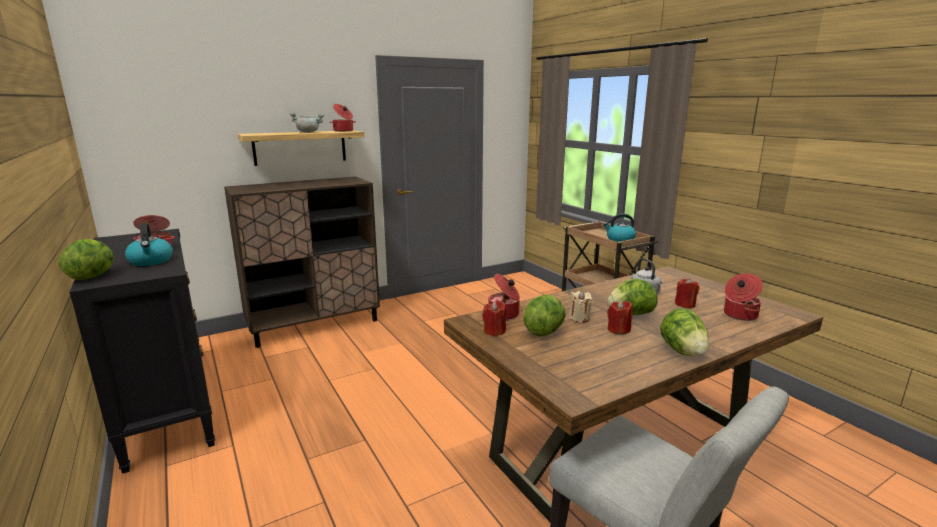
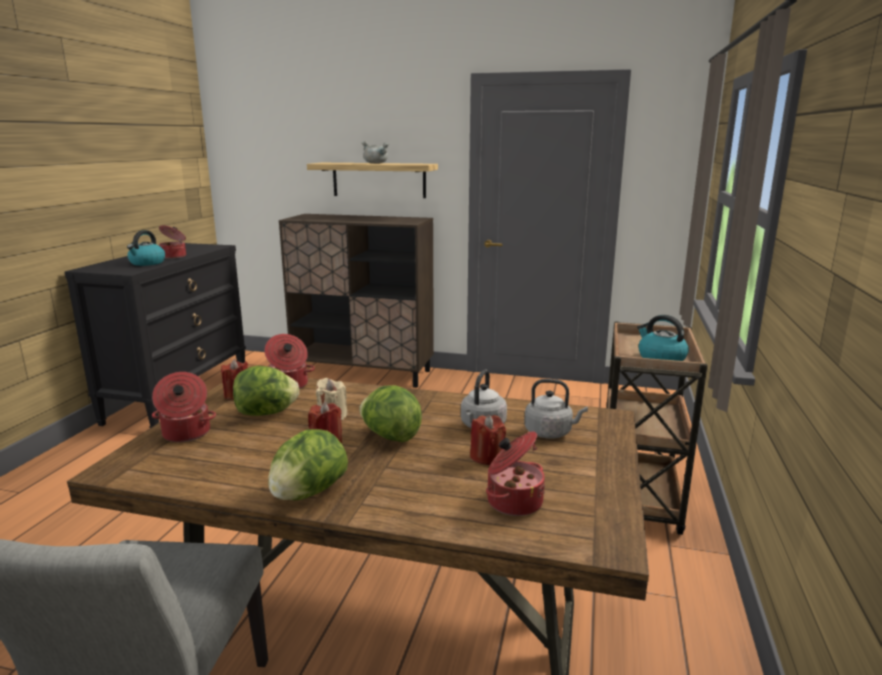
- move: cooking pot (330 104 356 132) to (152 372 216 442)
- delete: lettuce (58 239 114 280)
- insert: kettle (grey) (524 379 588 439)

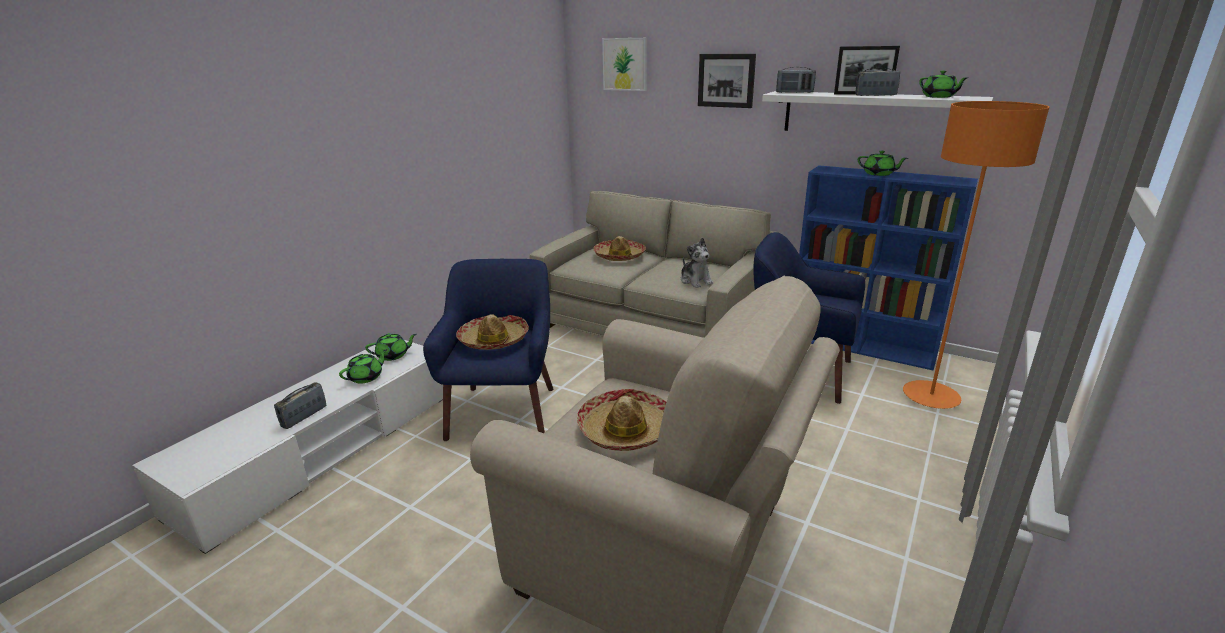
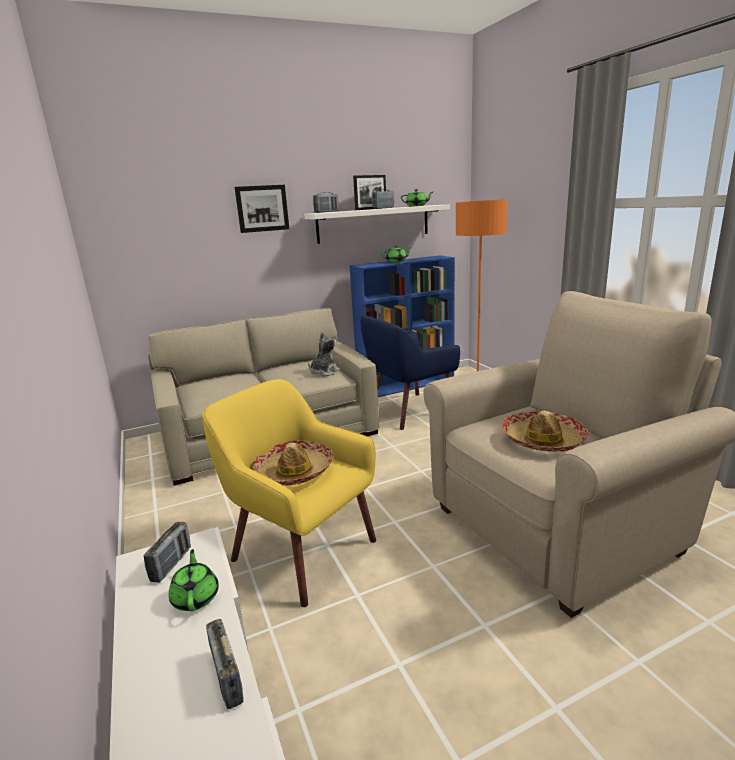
- delete: picture (602 38 647 91)
- delete: hat (593 236 646 261)
- rotate: plush toy (681 237 713 288) = (308 332 340 376) 60 degrees counterclockwise
- recolor: armchair (blue) (423 259 554 441) to armchair (yellow) (202 379 376 607)
- replace: teapot (green) (365 333 417 361) to radio (144 522 191 582)

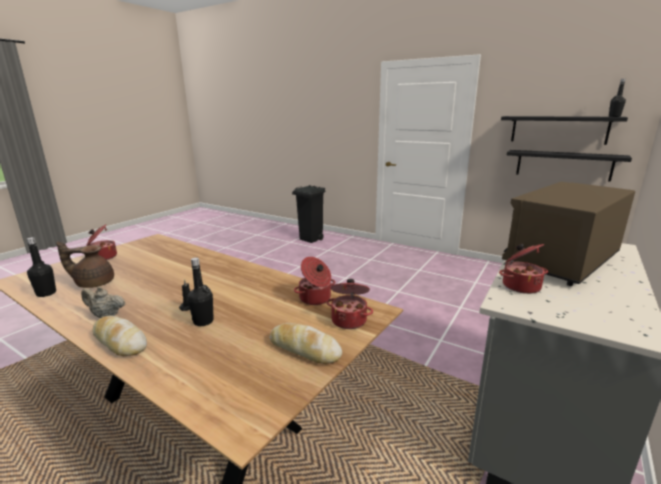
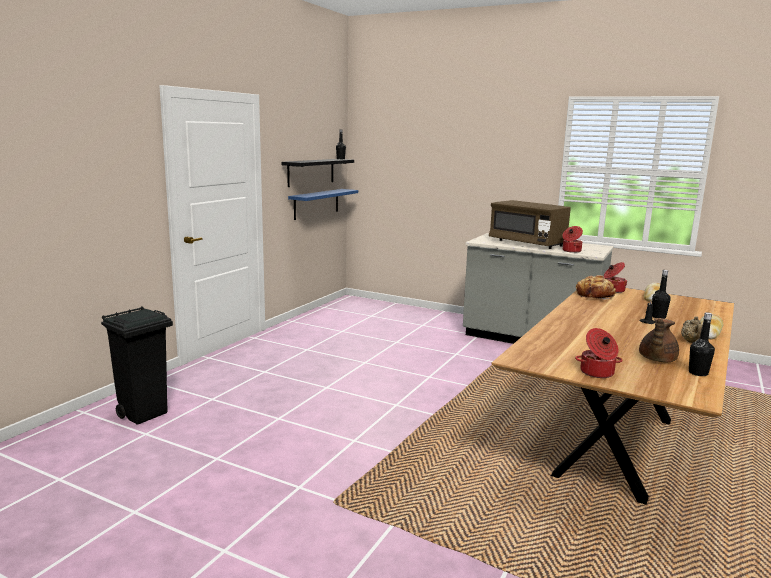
- recolor: shelf (black) (507 150 632 182) to shelf (blue) (288 189 358 220)
- rotate: teapot (brown) (56 242 114 288) = (639 318 679 362) 45 degrees clockwise
- replace: cooking pot (294 257 335 305) to bread (576 275 616 300)

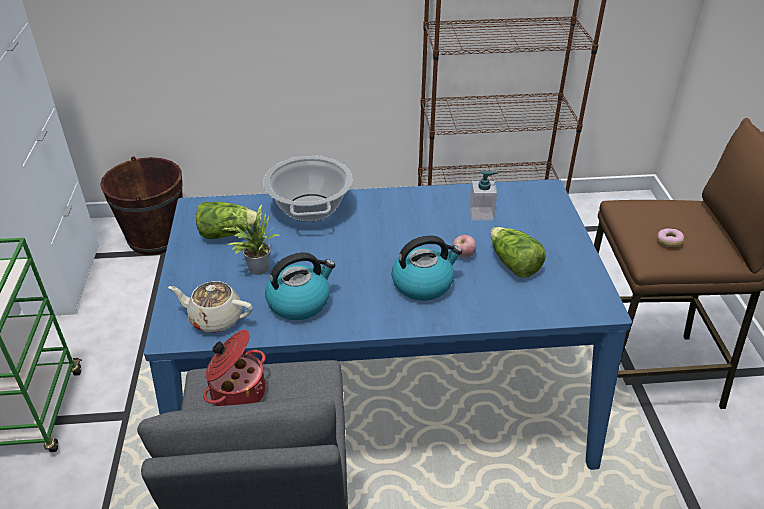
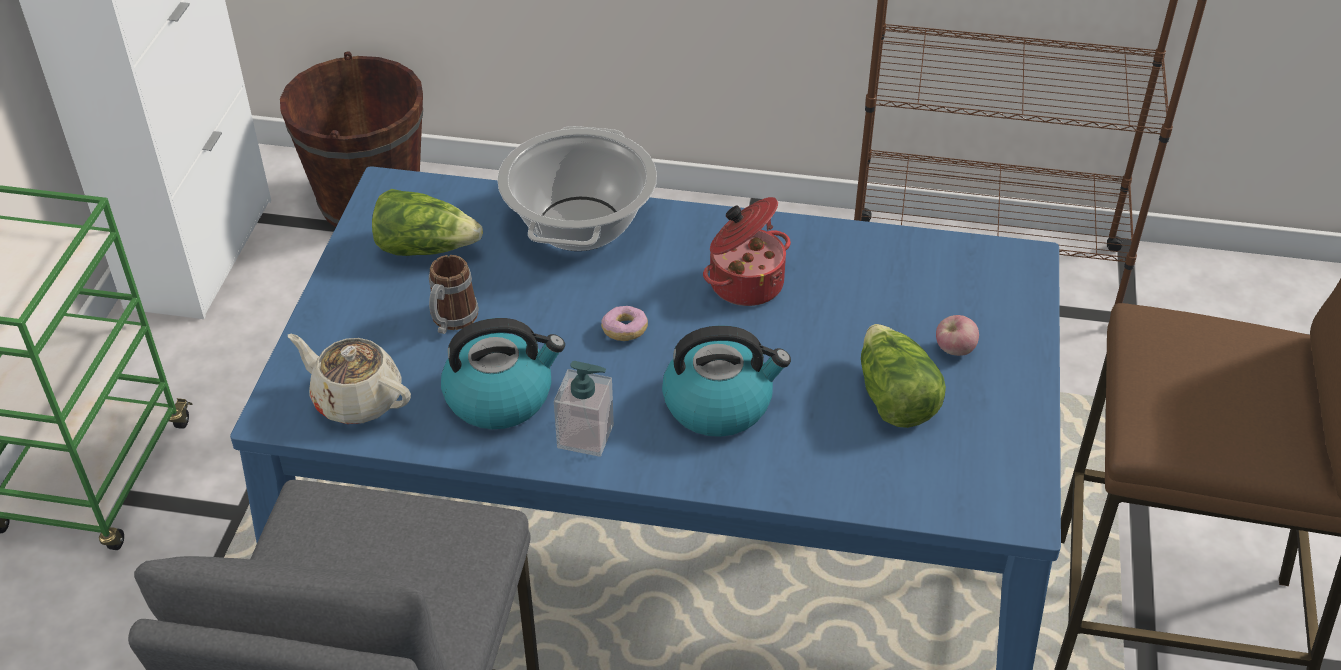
- move: soap dispenser (469 171 498 221) to (554 361 614 457)
- replace: potted plant (224 204 281 275) to mug (429 255 479 334)
- move: donut (657 228 684 247) to (601 306 648 341)
- move: apple (453 235 476 258) to (936 315 979 356)
- move: cooking pot (203 330 266 406) to (703 197 791 306)

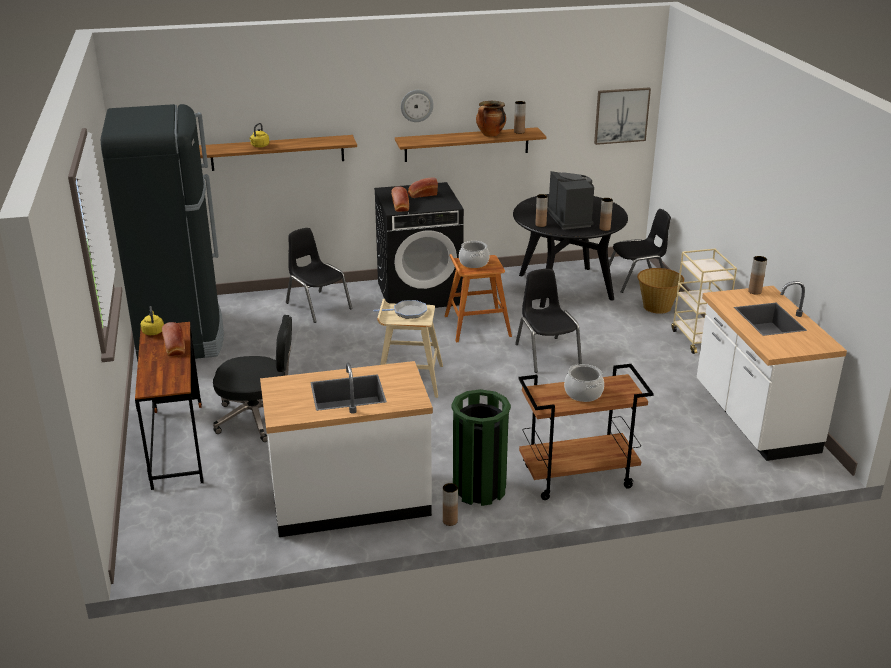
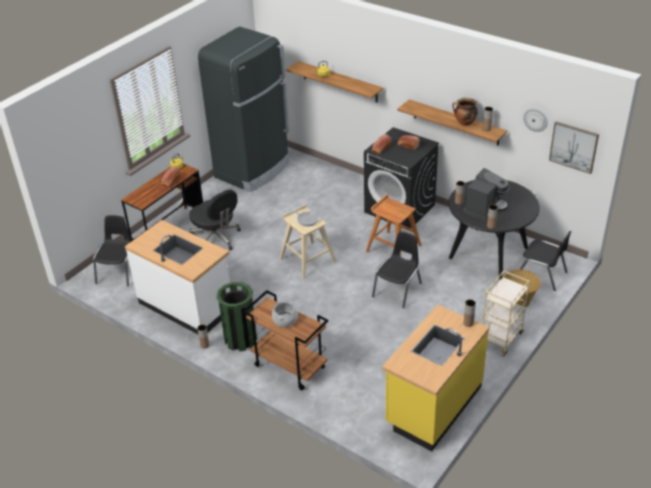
- move: wall clock (401 90 434 122) to (523 108 548 132)
- move: chair (black) (286 228 352 323) to (93 215 131 286)
- delete: cooking pot (459 241 489 268)
- recolor: counter (white) (697 281 847 461) to counter (yellow) (382 305 489 451)

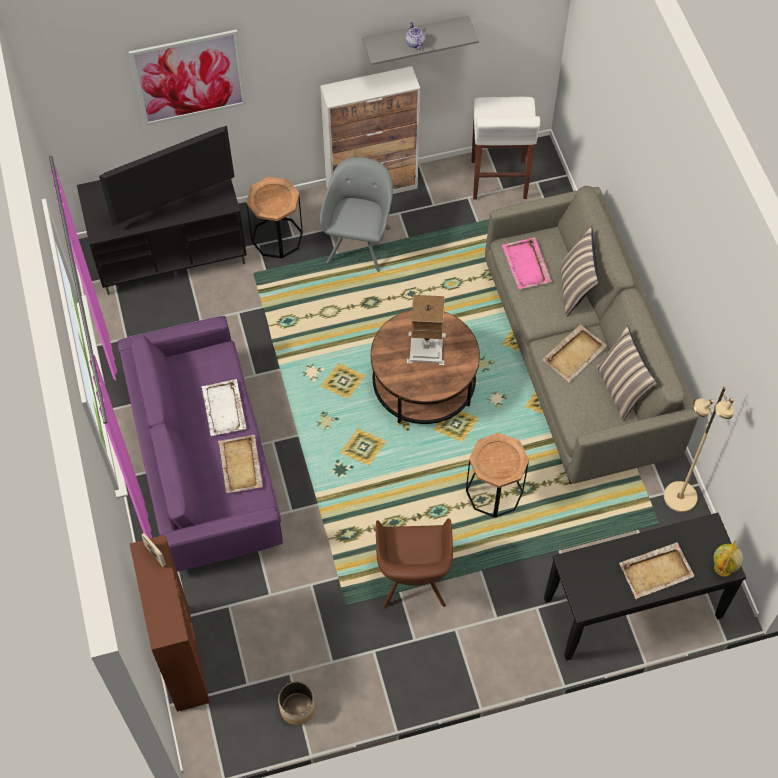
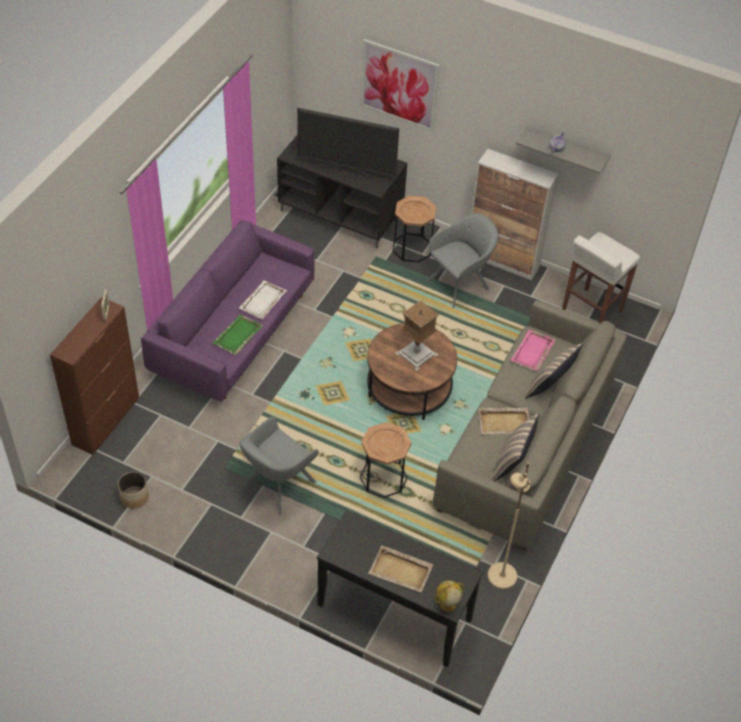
- recolor: tray (beige) (218 435 263 493) to tray (green) (213 314 263 355)
- recolor: armchair (brown) (376 518 453 609) to armchair (grey) (239 417 318 515)

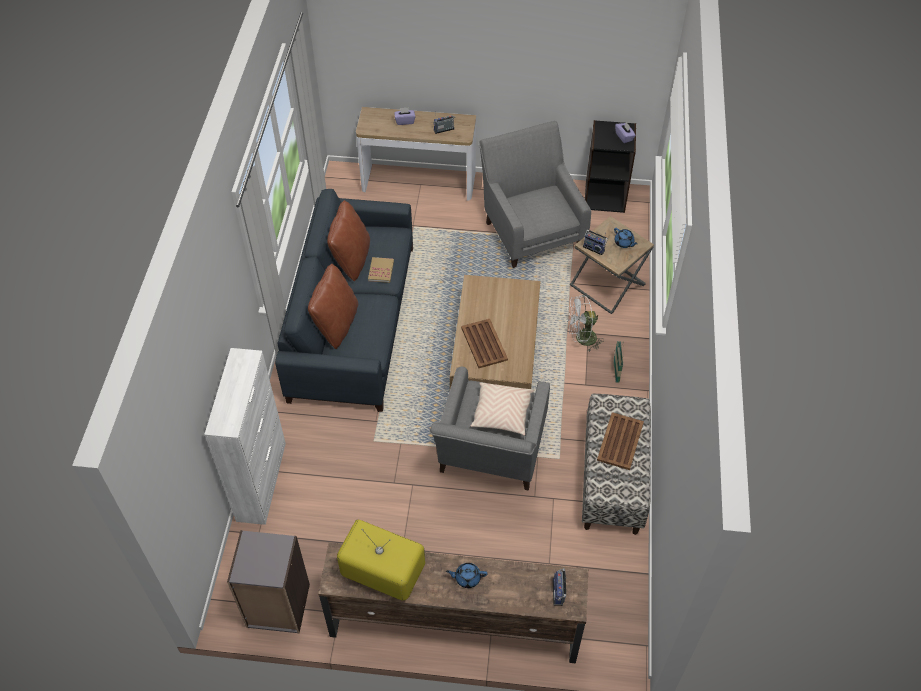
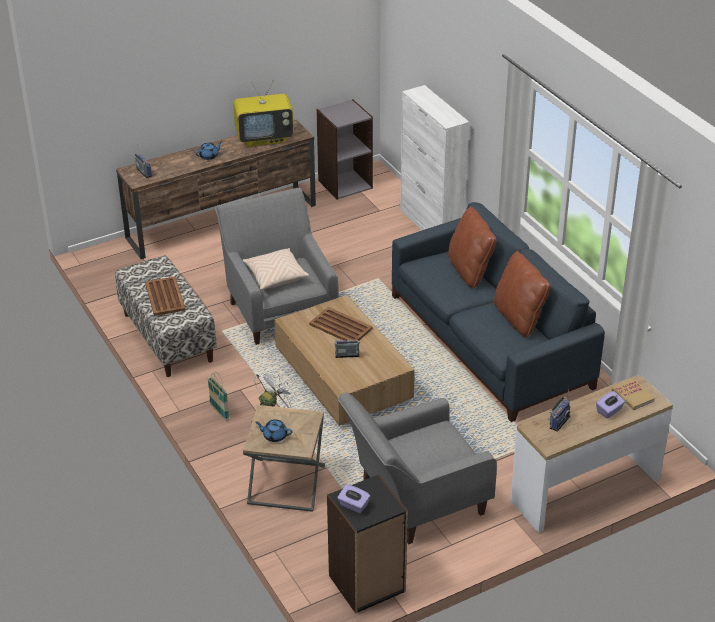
- rotate: armchair (grey) (479 121 591 268) = (338 392 497 545) 120 degrees clockwise
- move: radio (583 230 608 255) to (334 331 360 358)
- move: book (368 257 394 283) to (612 379 655 410)

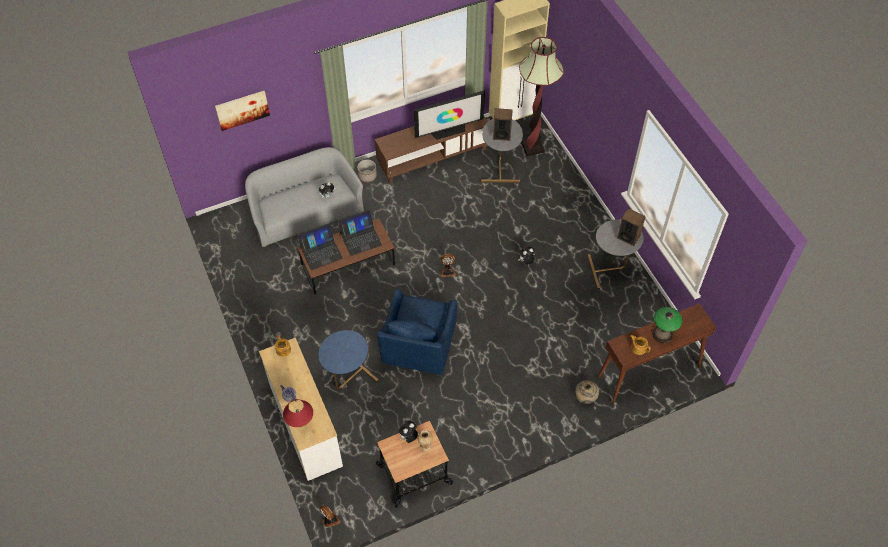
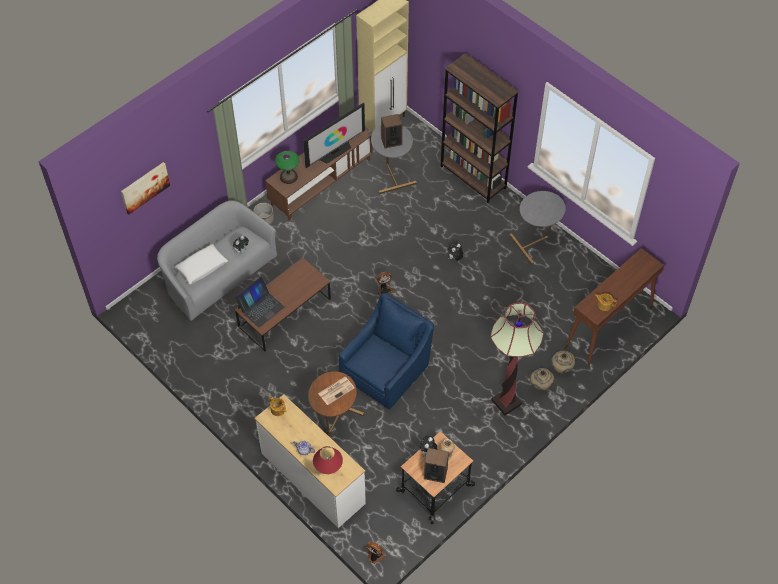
- move: floor lamp (519 37 564 156) to (490 302 544 415)
- move: speaker (617 208 646 246) to (424 448 449 483)
- delete: laptop (338 210 382 256)
- rotate: armchair (blue) (377 289 457 375) = (339 293 434 410) 135 degrees counterclockwise
- move: table lamp (652 307 682 343) to (275 151 300 184)
- recolor: side table (blue) (318 330 379 389) to side table (brown) (308 371 364 434)
- insert: bookcase (brown) (440 53 519 203)
- insert: pillow (white) (174 244 228 284)
- insert: vase (beige) (530 368 554 390)
- insert: newspaper (318 377 355 405)

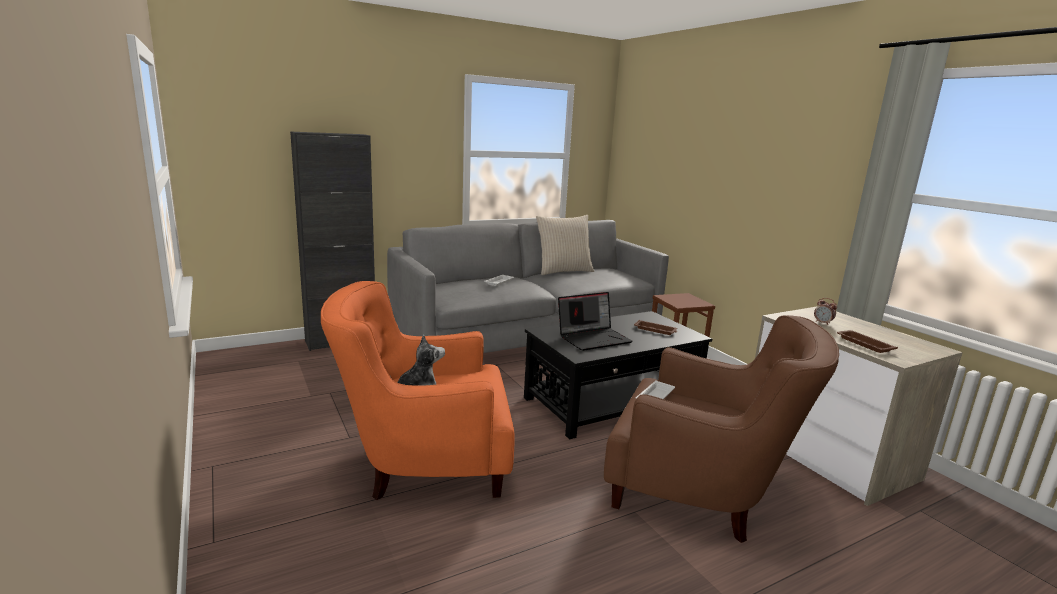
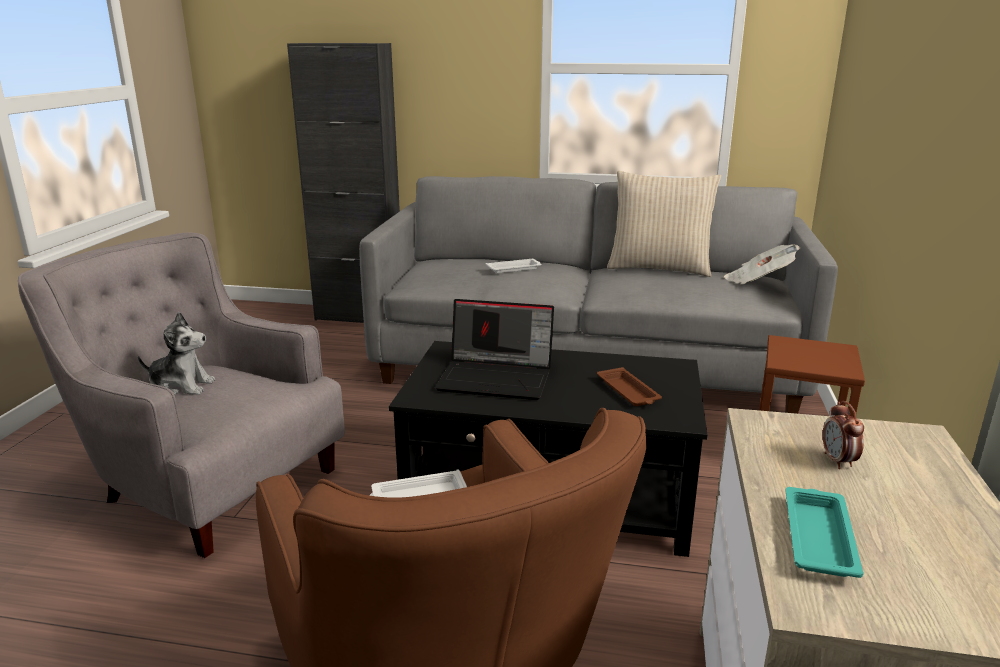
- recolor: armchair (orange) (321 281 515 500) to armchair (grey) (18 233 345 558)
- recolor: tray (brown) (837 330 898 353) to tray (turquoise) (785 487 864 578)
- insert: newspaper (724 245 800 285)

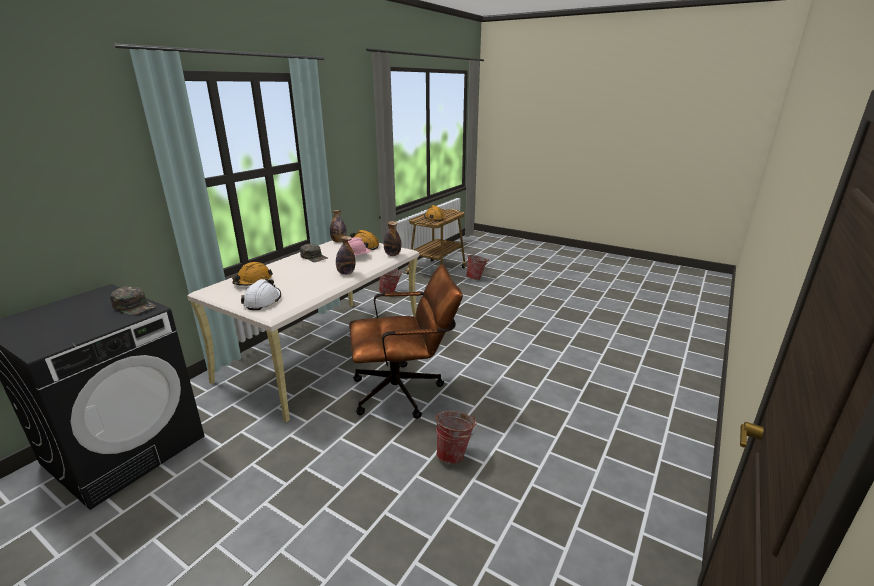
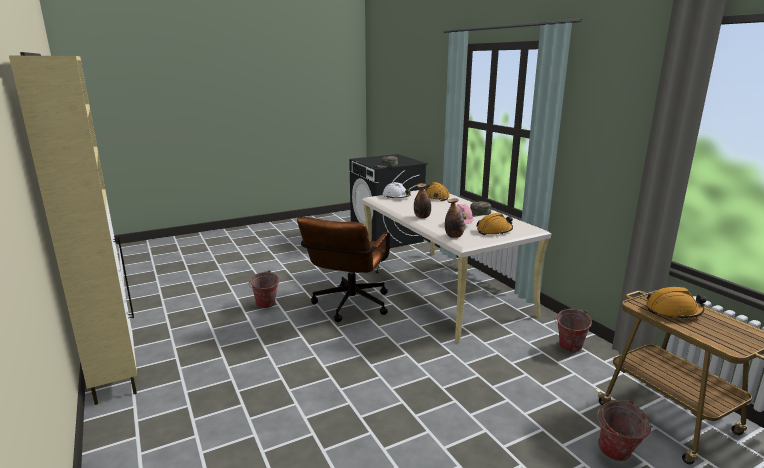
- delete: bottle (330 210 347 242)
- insert: cabinet (beige) (9 56 137 405)

